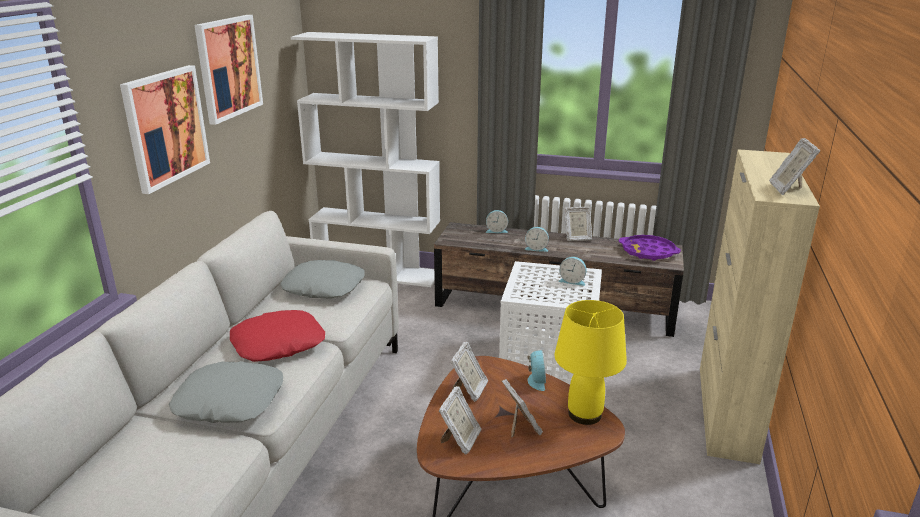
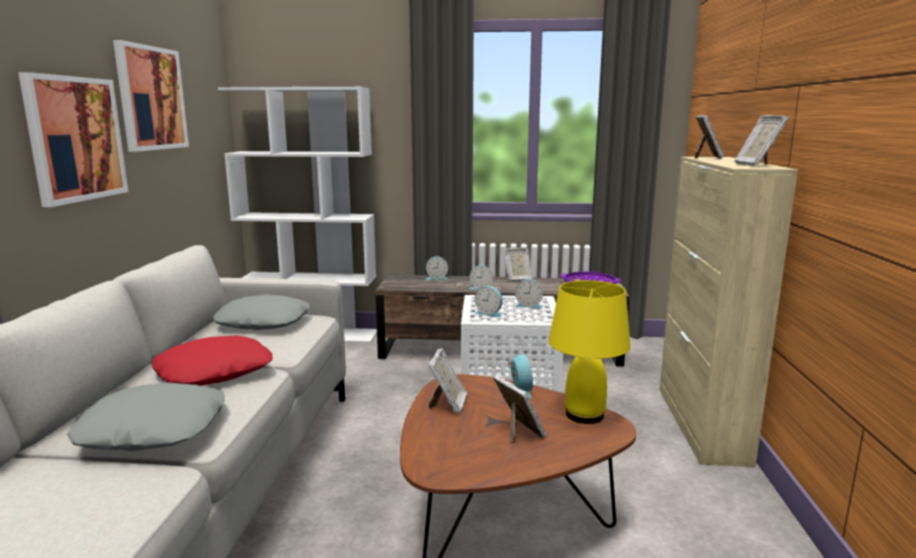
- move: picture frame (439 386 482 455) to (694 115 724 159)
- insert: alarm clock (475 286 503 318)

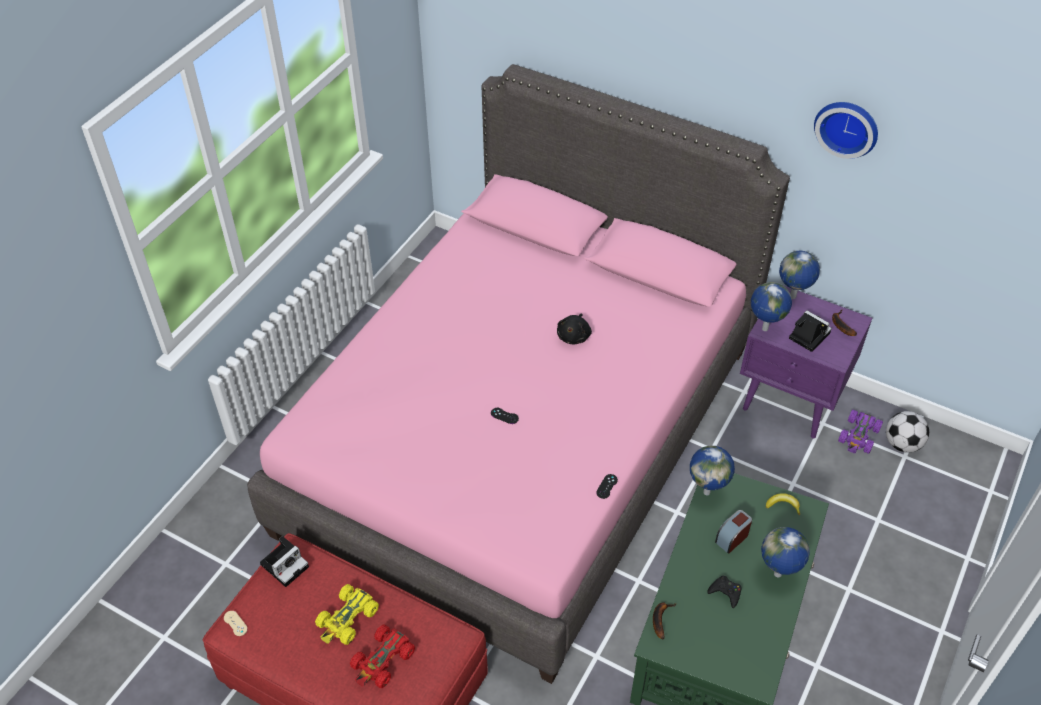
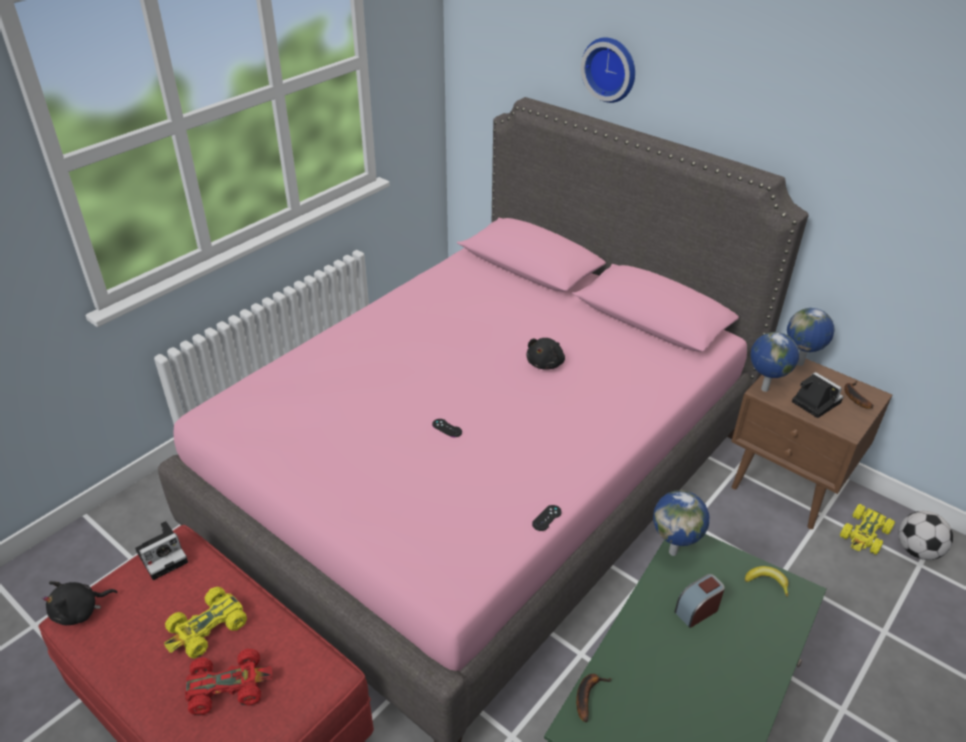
- move: wall clock (814 102 878 159) to (581 37 635 103)
- recolor: nightstand (purple) (740 284 872 438) to nightstand (brown) (731 359 892 529)
- recolor: toy car (purple) (838 410 883 454) to toy car (yellow) (840 504 895 555)
- delete: globe (761 527 810 577)
- delete: game controller (black) (707 576 742 608)
- replace: game controller (beige) (224 611 248 636) to plush toy (black) (42 581 117 625)
- rotate: toy car (red) (350 624 415 688) = (185 649 272 716) 150 degrees counterclockwise

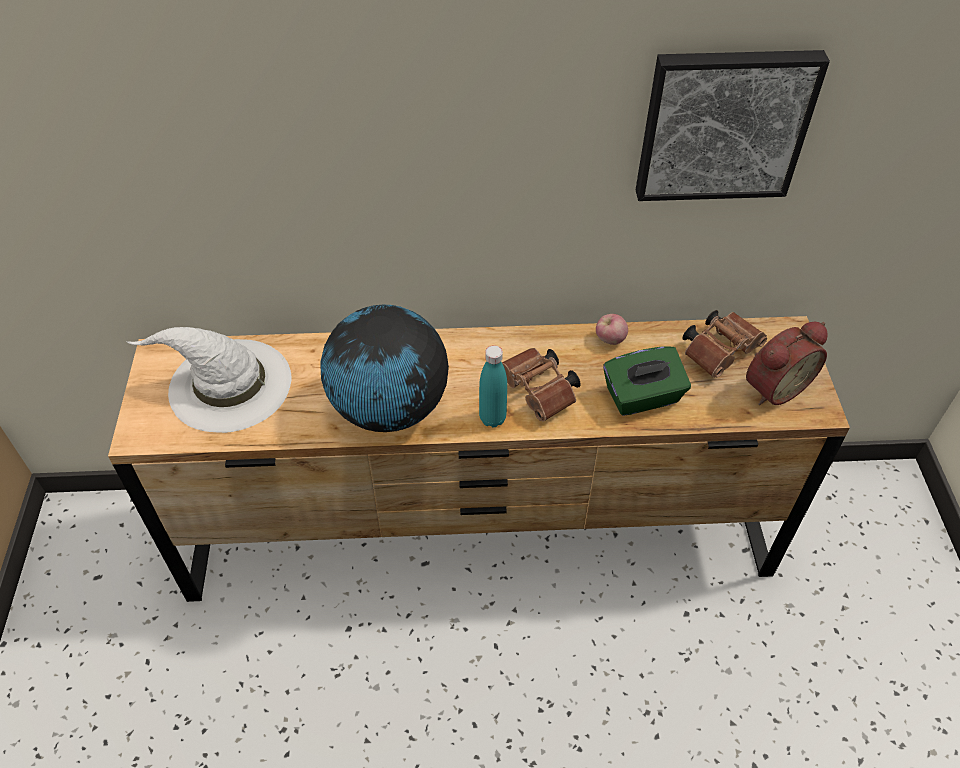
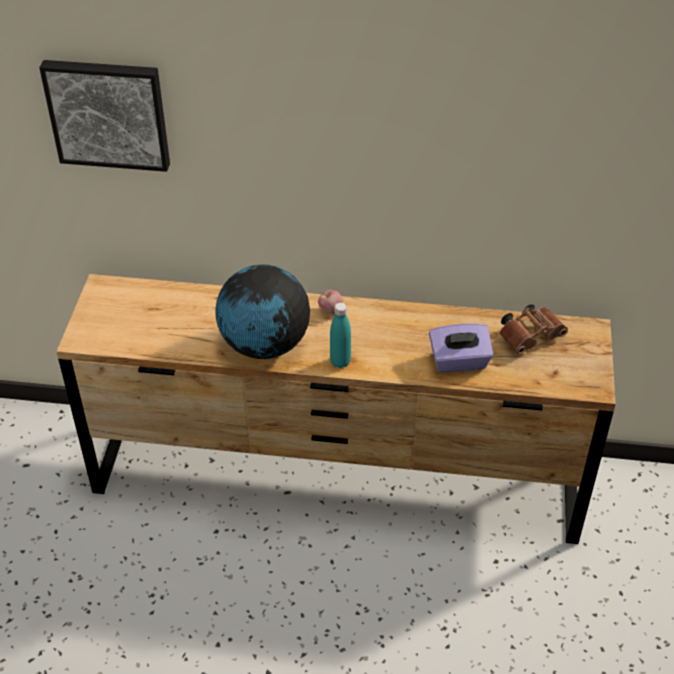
- move: picture (636 50 830 201) to (39 60 170 172)
- move: apple (596 314 628 345) to (318 290 343 314)
- delete: alarm clock (746 322 828 405)
- delete: hat (white) (127 327 291 433)
- recolor: tissue box (green) (603 346 691 416) to tissue box (purple) (429 324 494 373)
- delete: binoculars (brown) (502 348 580 422)

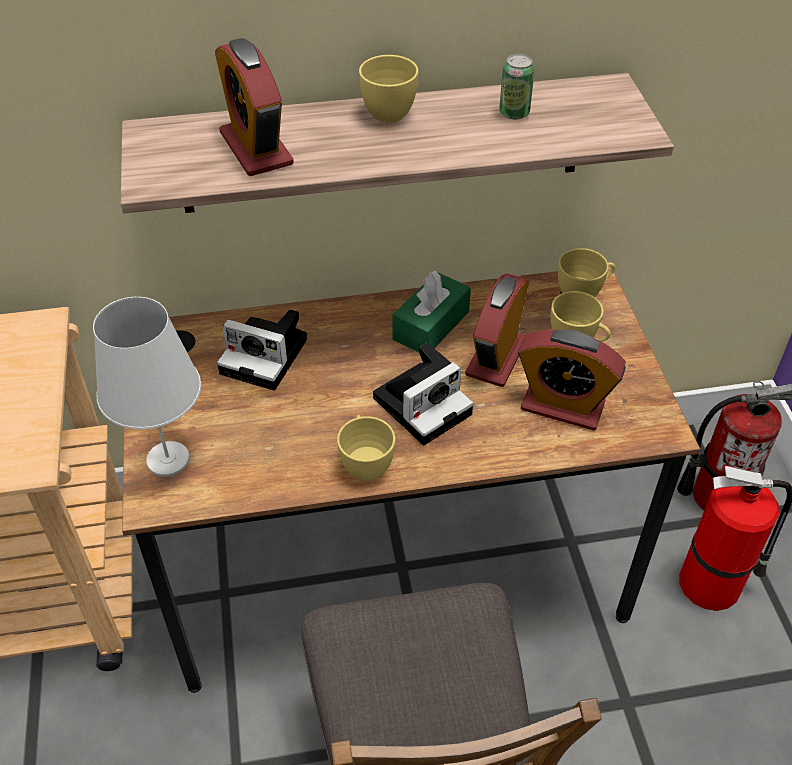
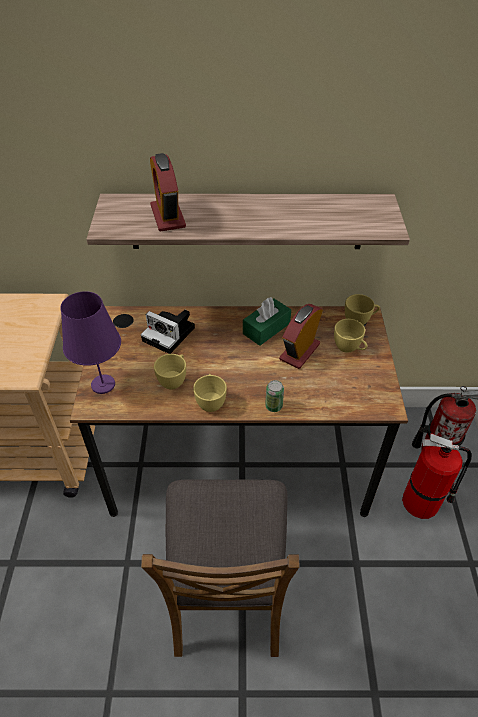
- move: can (499 54 535 120) to (265 380 284 412)
- move: cup (yellow) (359 55 419 123) to (154 354 186 390)
- recolor: table lamp (white) (93 297 201 477) to table lamp (purple) (60 291 121 394)
- delete: alarm clock (518 329 626 430)
- delete: photo camera (373 343 474 445)

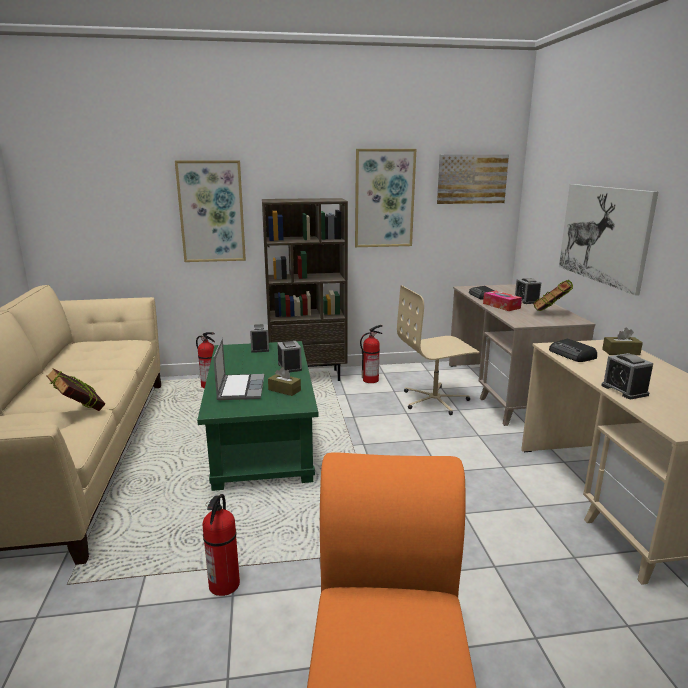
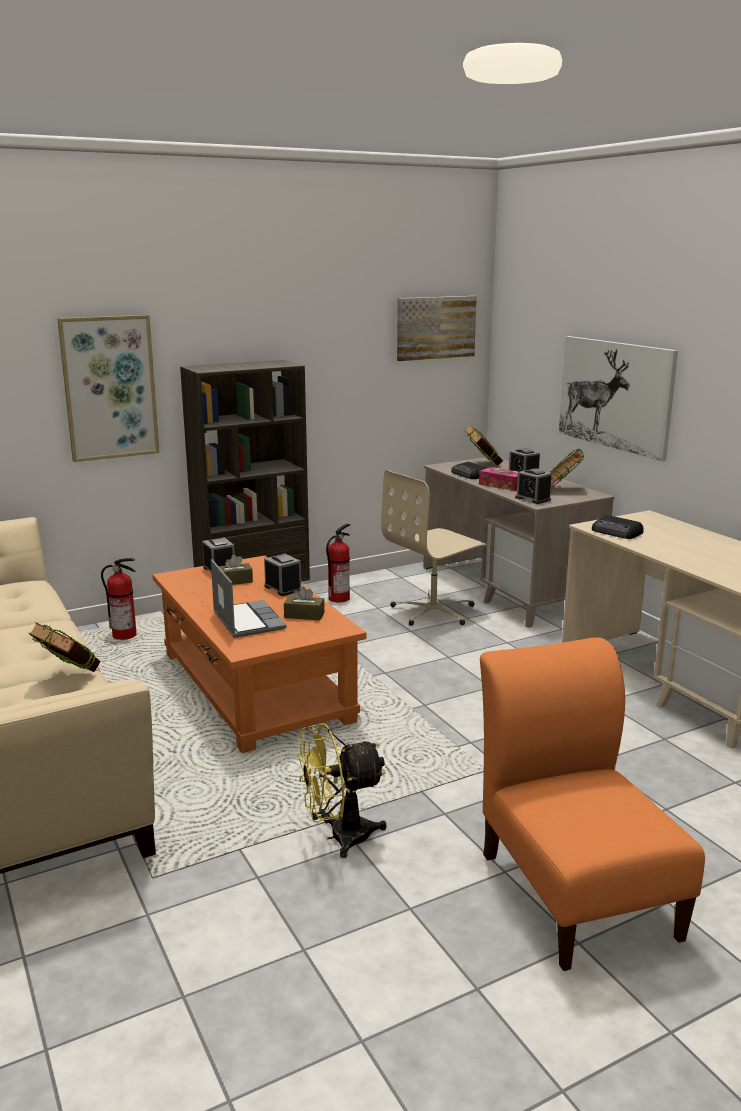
- delete: picture (355 149 416 247)
- move: tissue box (brown) (602 328 643 355) to (219 554 253 585)
- recolor: coffee table (green) (197 341 318 491) to coffee table (orange) (152 556 367 753)
- move: alarm clock (601 353 653 399) to (515 468 551 504)
- replace: fire extinguisher (203 494 240 596) to fan (yellow) (296 723 387 858)
- insert: book (465 425 503 466)

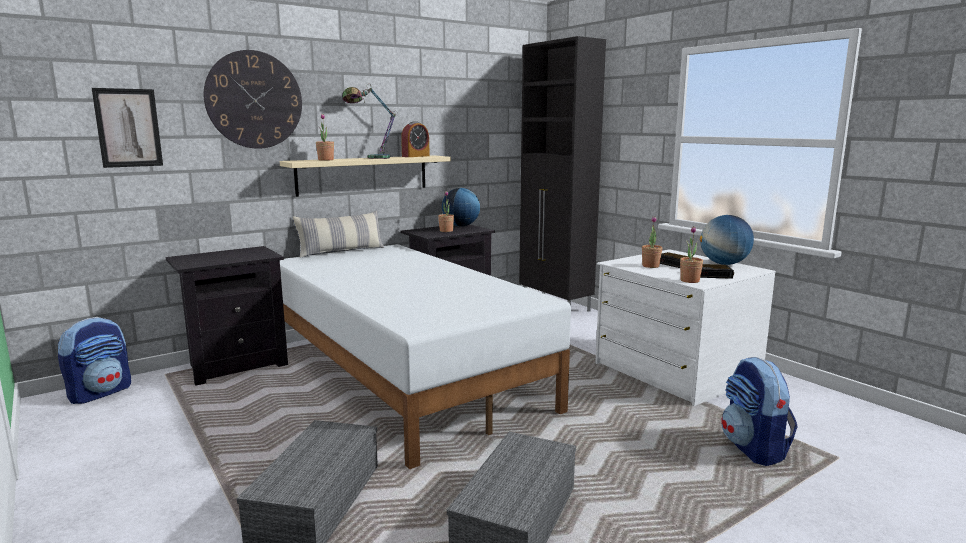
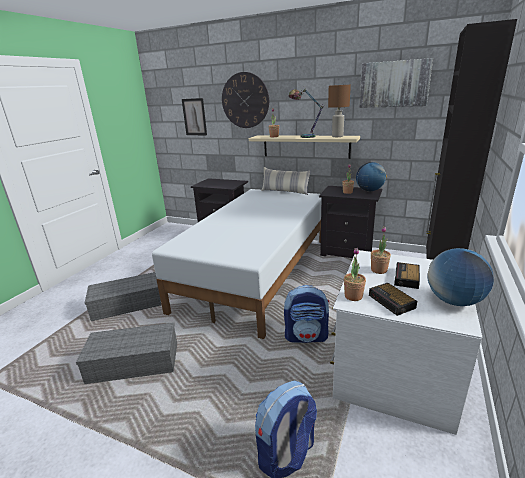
- replace: alarm clock (401 121 430 157) to table lamp (brown) (328 85 351 137)
- move: backpack (58 317 131 404) to (284 285 330 343)
- insert: picture (359 58 433 108)

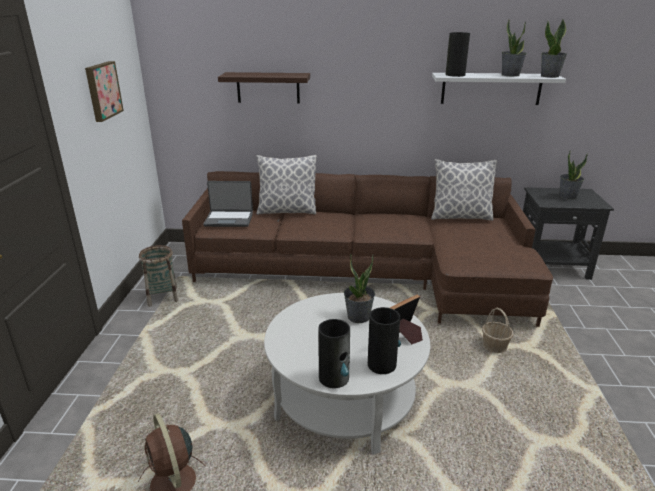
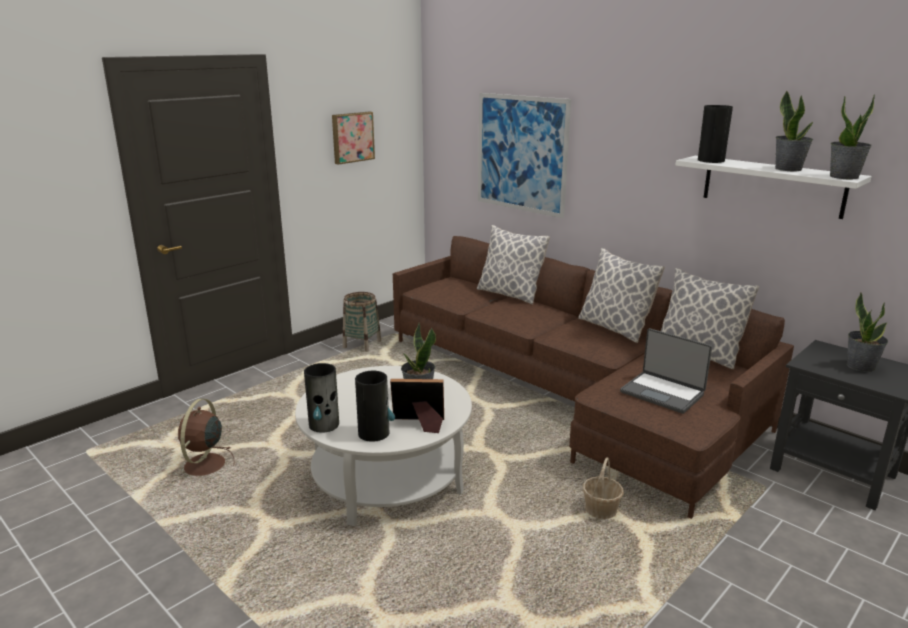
- replace: shelf (218 72 310 103) to picture (478 93 571 218)
- move: laptop (203 181 253 227) to (620 328 712 414)
- insert: pillow (578 248 665 343)

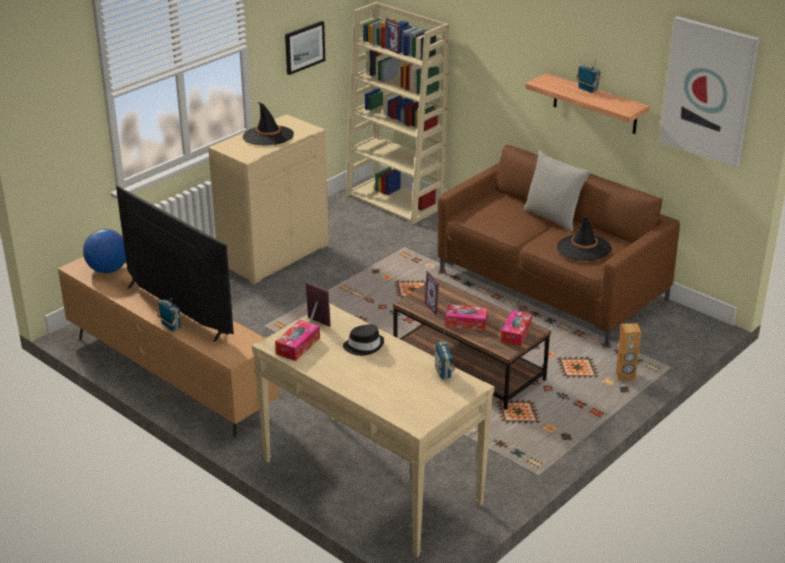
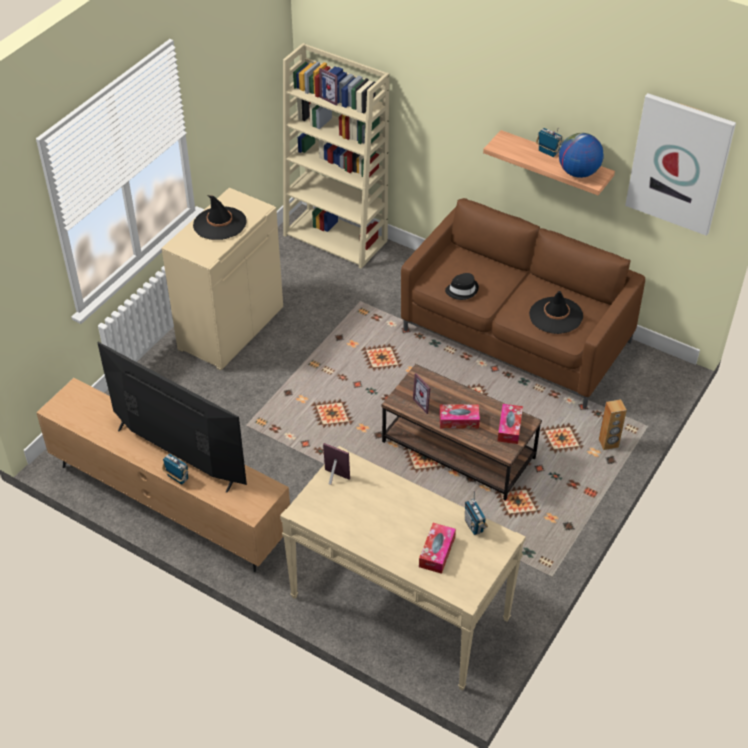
- delete: picture (285 21 325 75)
- delete: pillow (grey) (524 151 590 232)
- move: globe (83 229 126 273) to (559 133 604 178)
- move: tissue box (275 320 320 361) to (419 523 456 574)
- move: hat (black) (343 324 384 356) to (445 273 479 300)

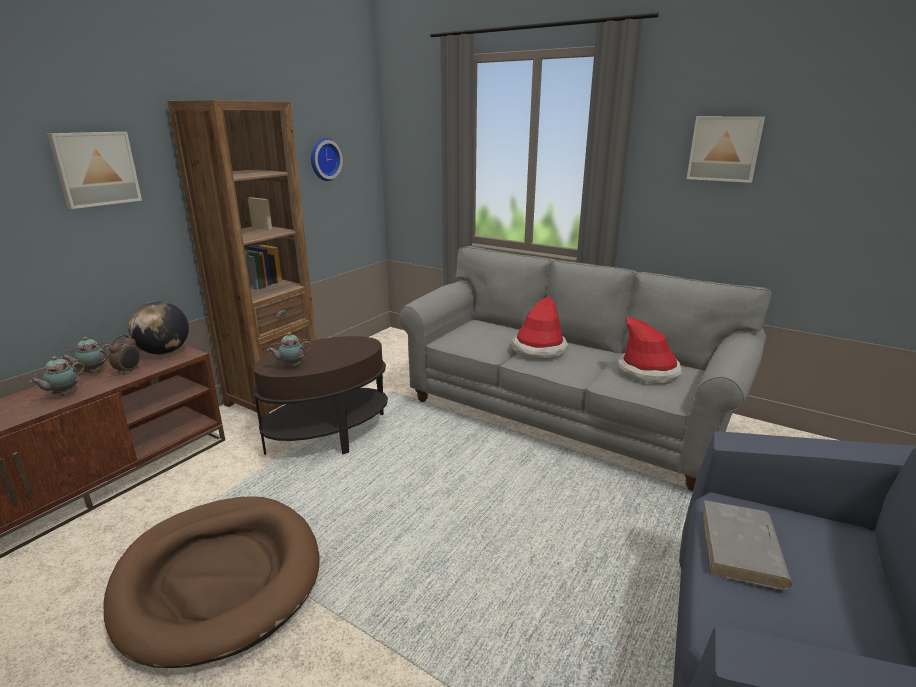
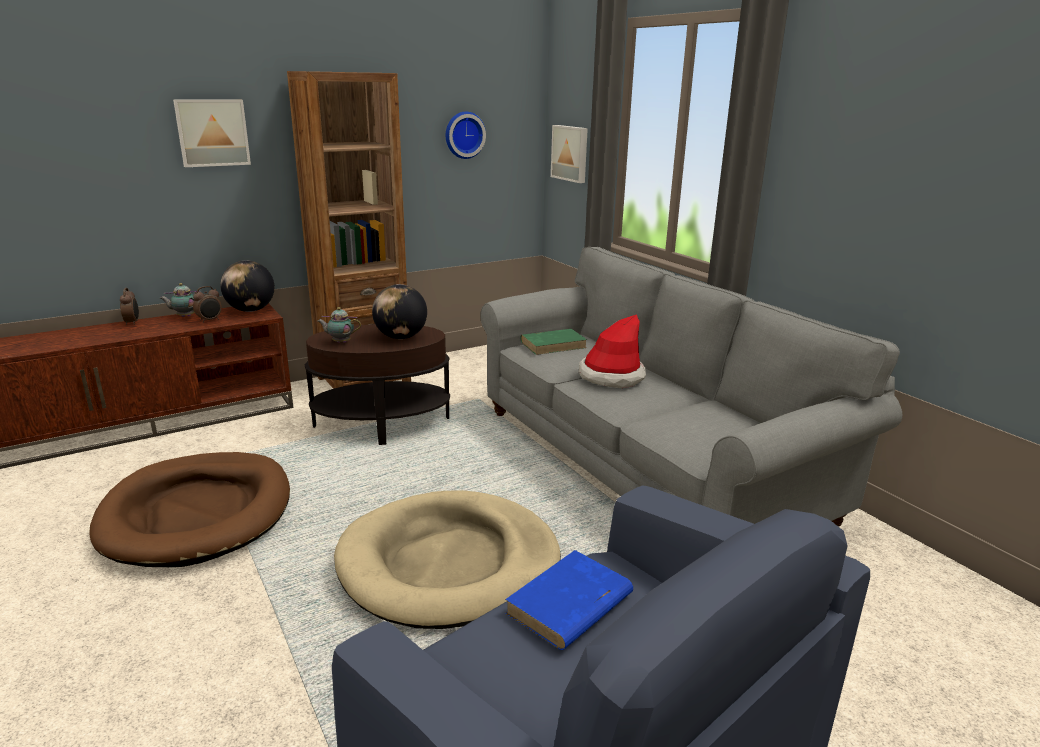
- move: picture (687 116 765 183) to (551 125 588 183)
- delete: hat (617 316 682 384)
- delete: teapot (30 356 85 396)
- recolor: book (grey) (702 500 792 590) to book (blue) (505 550 633 650)
- insert: globe (372 284 427 339)
- insert: alarm clock (120 288 139 325)
- insert: book (green) (520 329 587 355)
- insert: dog bed (beige) (334 490 561 629)

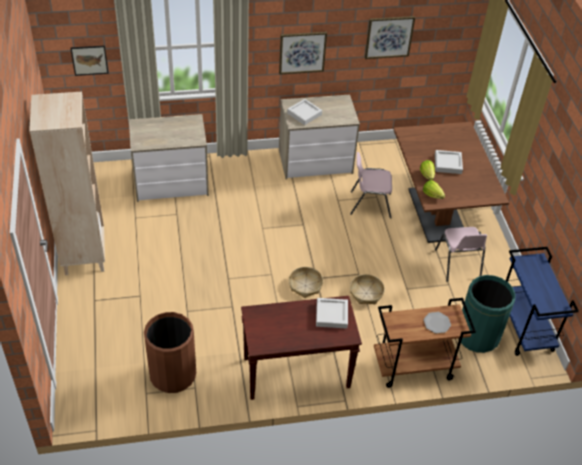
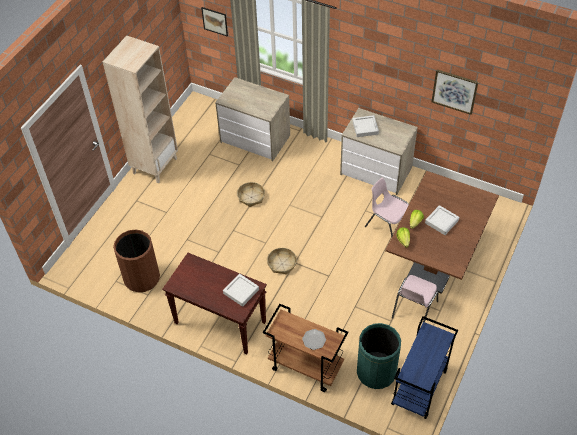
- delete: picture (279 32 327 74)
- move: basket (350 274 385 304) to (237 182 265 207)

